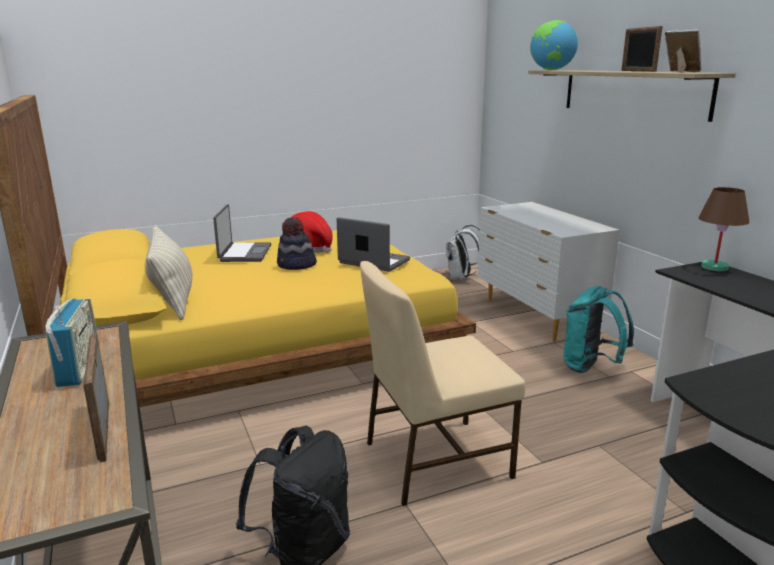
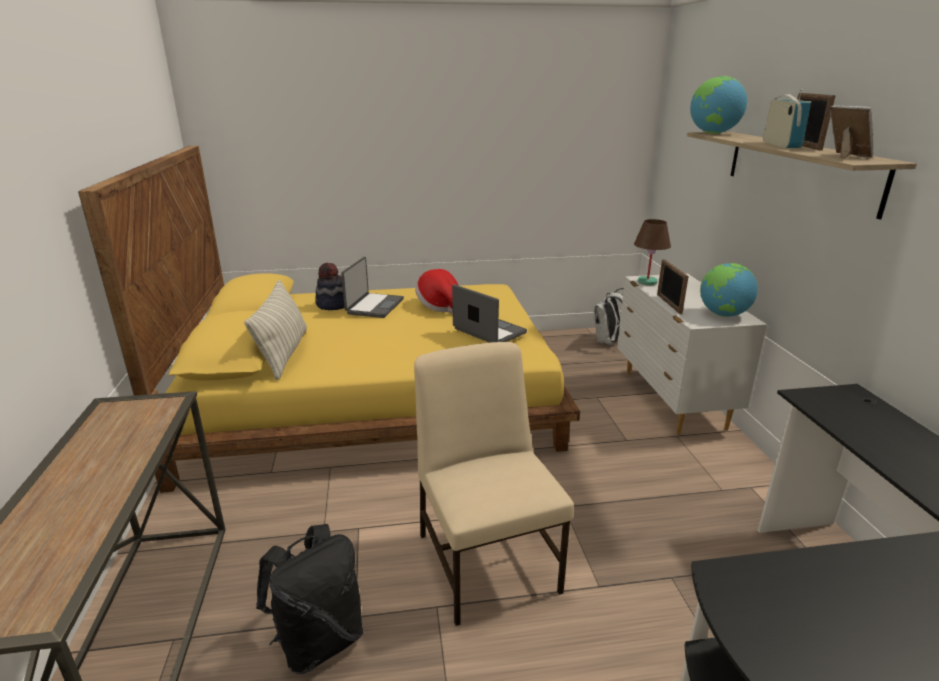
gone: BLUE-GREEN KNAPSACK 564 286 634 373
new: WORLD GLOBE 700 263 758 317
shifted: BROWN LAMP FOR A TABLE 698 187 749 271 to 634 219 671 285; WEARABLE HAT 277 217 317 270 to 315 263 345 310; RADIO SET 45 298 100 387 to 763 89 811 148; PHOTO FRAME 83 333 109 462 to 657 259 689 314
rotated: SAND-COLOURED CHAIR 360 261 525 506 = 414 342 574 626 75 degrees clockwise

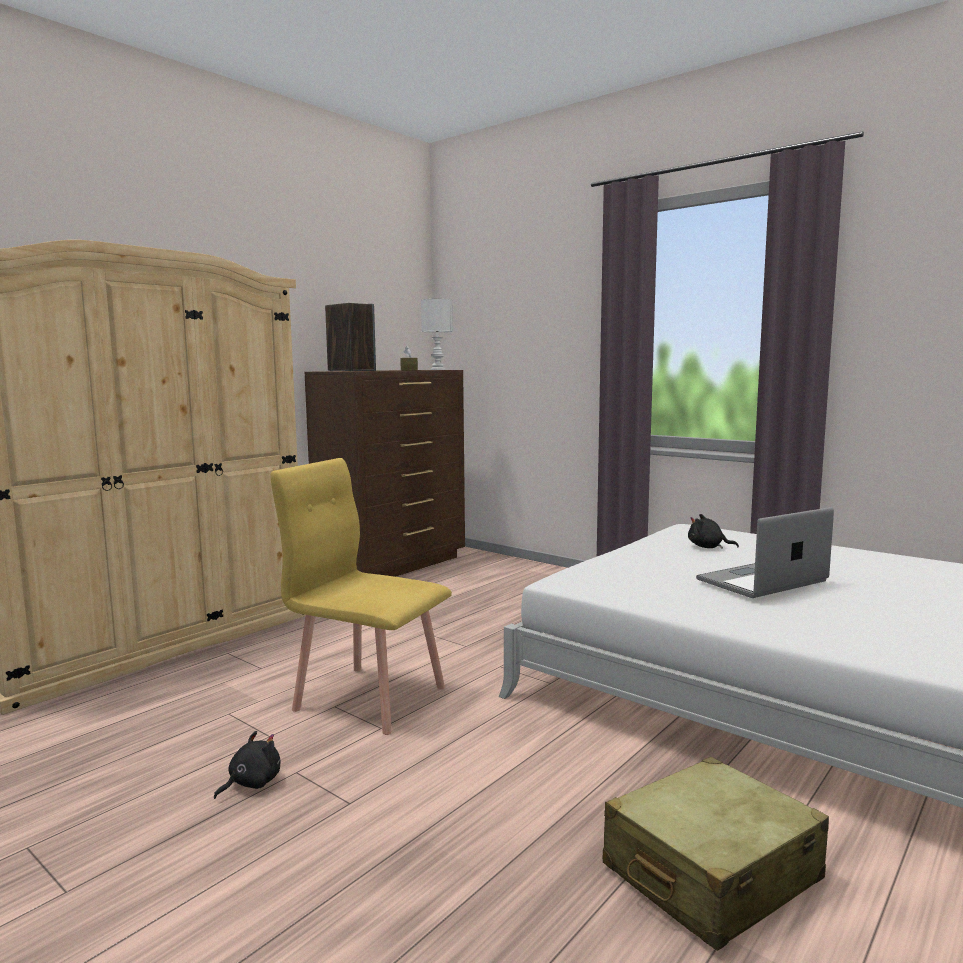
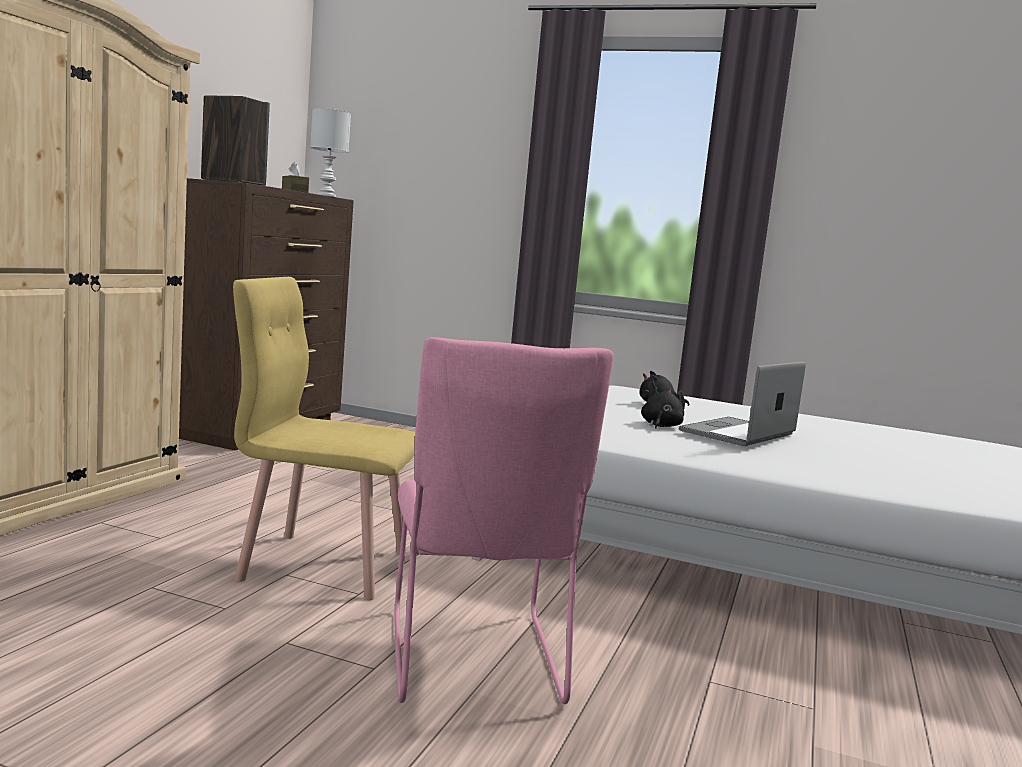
gone: SAND-COLOURED TRAVEL CASE 603 757 829 951
new: PINKISH CHAIR 394 337 614 704
shifted: BLACK SOFT TOY 214 731 281 799 to 641 387 685 429

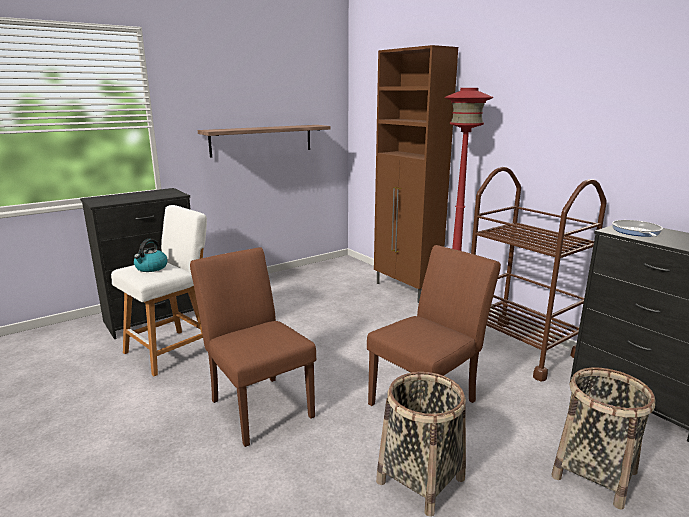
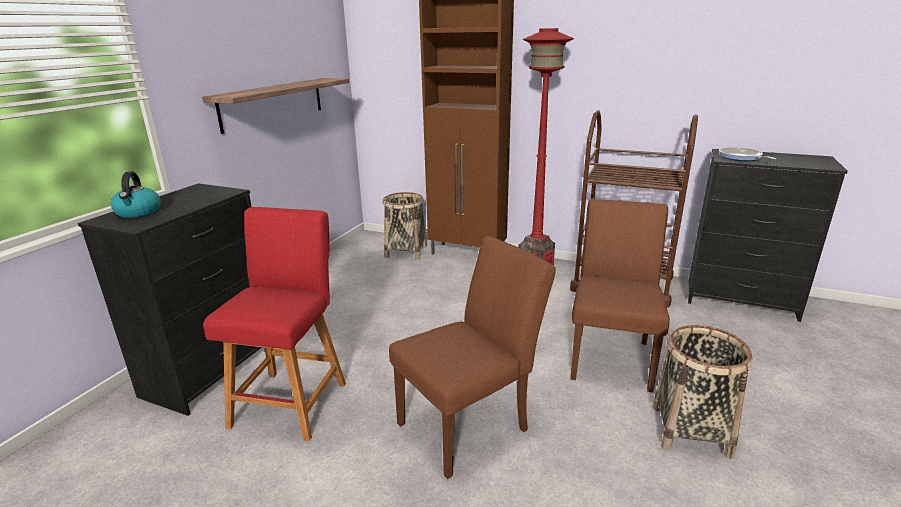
shifted: TEA KETTLE 134 239 167 272 to 111 171 161 218; HOUSEHOLD BASKET 552 368 655 510 to 383 192 427 260
repainted: WHITE-COLOURED STOOL SEAT 111 205 207 376 to RED-COLOURED STOOL SEAT 203 207 346 441
rotated: BROWN CHAIR 190 247 316 447 = 389 236 556 479 120 degrees clockwise

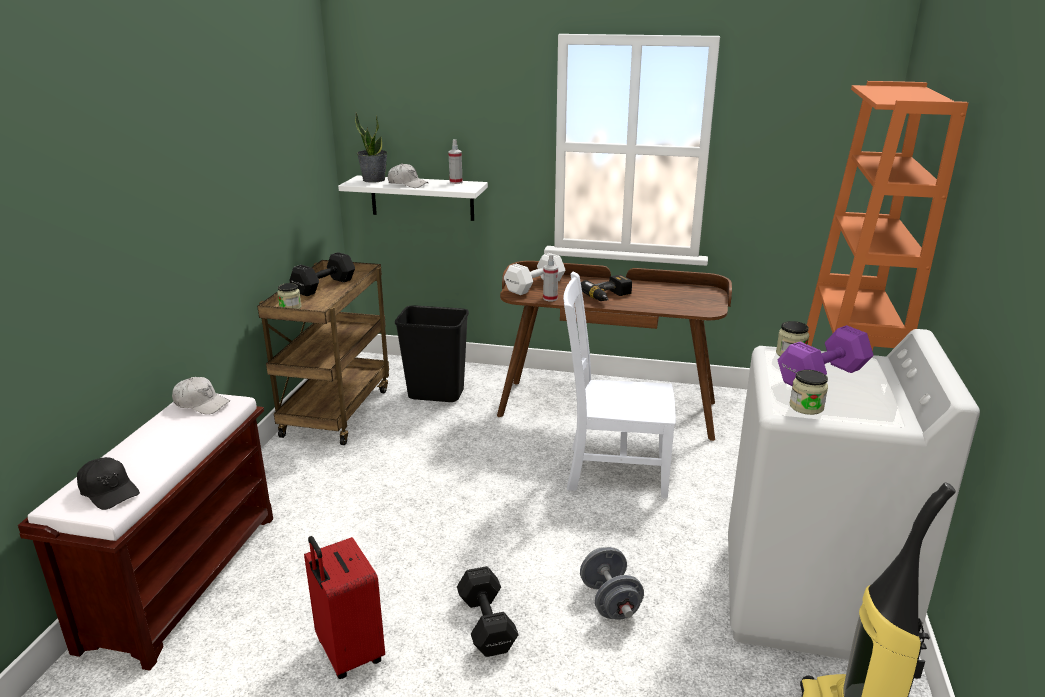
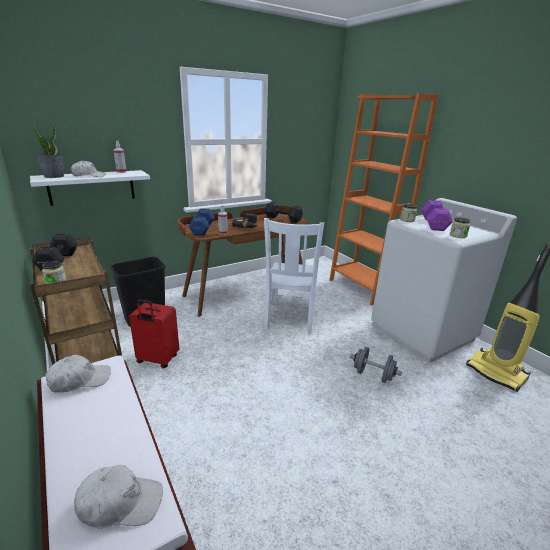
shifted: RED-COLOURED TRAVEL CASE 304 536 385 679 to 129 299 179 368; BLACK HAND WEIGHT 457 566 519 657 to 265 202 303 223
repainted: WHITE-COLOURED HAND WEIGHT 504 253 566 295 to BLUISH HAND WEIGHT 189 209 215 236; BLACK BASEBALL CAP 77 457 140 510 to WHITE-COLOURED BASEBALL CAP 74 465 163 529
rotated: WHITE-COLOURED CHAIR 563 272 675 499 = 264 218 324 334 45 degrees counterclockwise

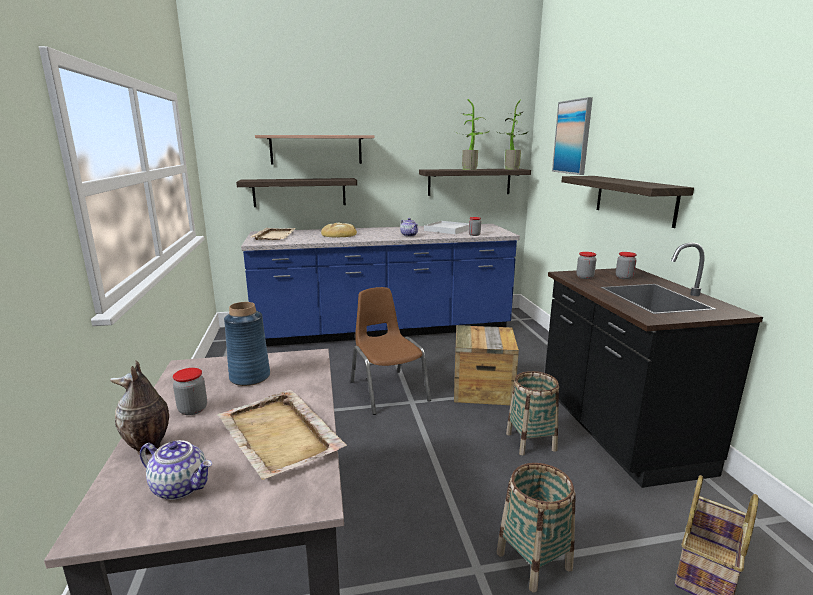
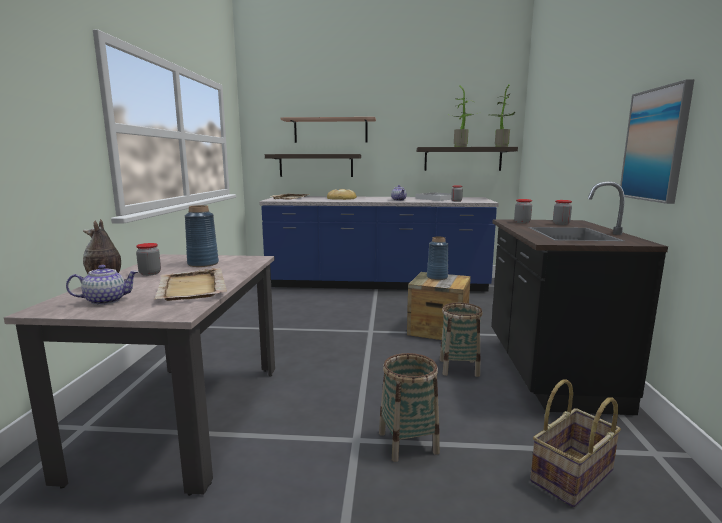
gone: WALL SHELF 561 176 694 228; BROWN CHAIR 351 287 431 415
new: BLUISH DECORATIVE VASE 427 237 448 280
shifted: PICTURE 552 97 593 175 to 619 79 695 204
rotated: TEAPOT 140 440 212 500 = 66 265 139 305 60 degrees counterclockwise

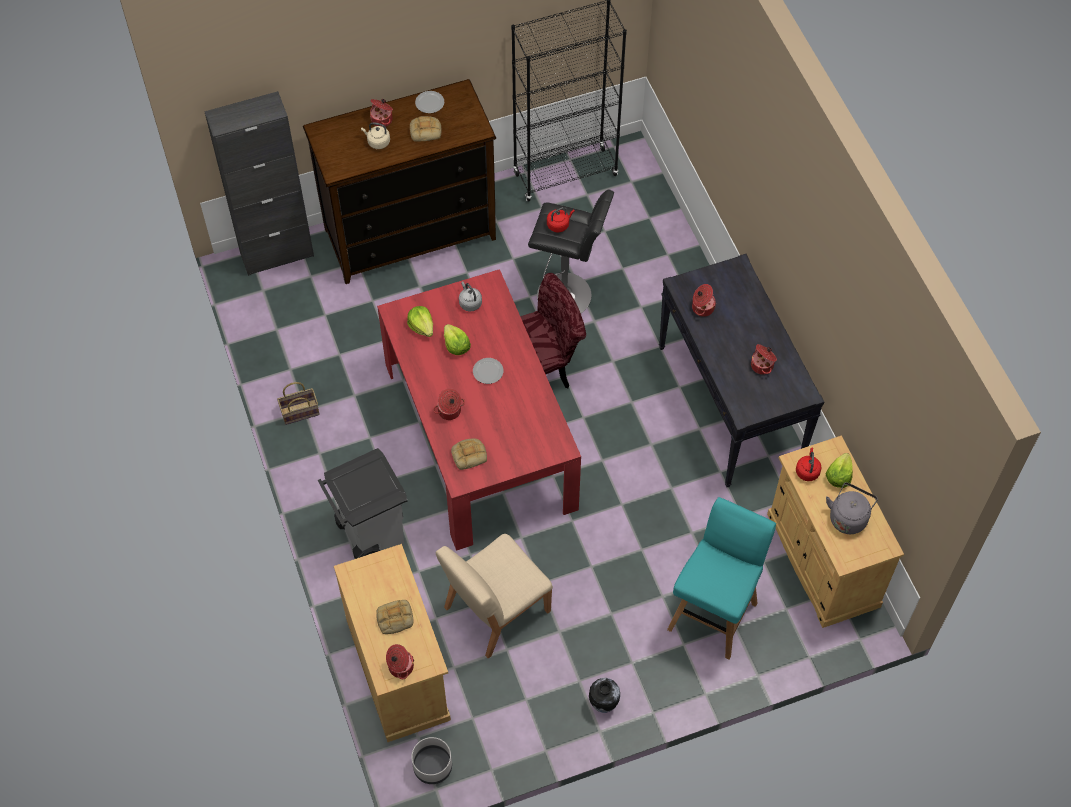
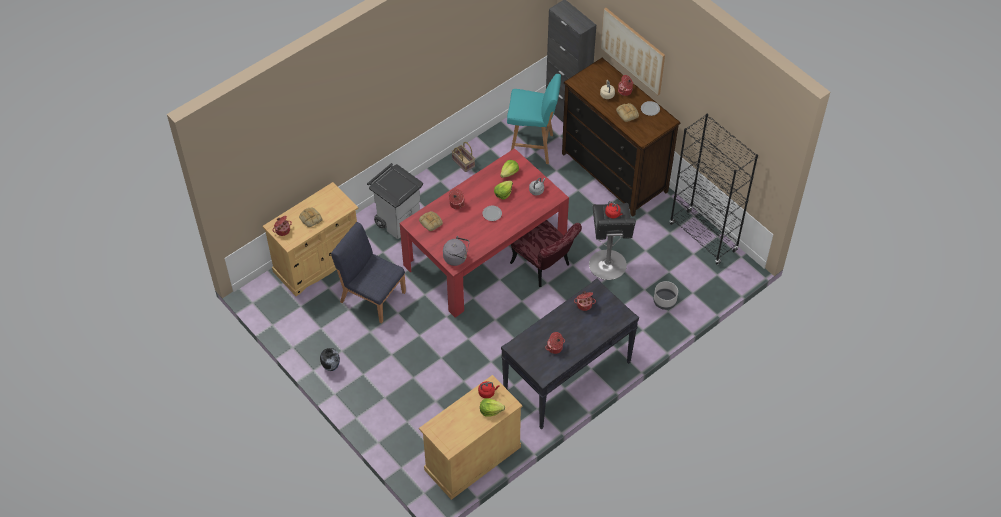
new: PICTURE 601 8 665 95
shifted: GREYISH TEA KETTLE 826 482 878 534 to 443 236 469 266; BLUE-GREEN STOOL SEAT 667 497 776 660 to 507 74 561 164; GREYISH PLANT POT 411 737 452 784 to 654 281 678 310
repainted: SAND-COLOURED CHAIR 436 534 553 659 to BLUISH CHAIR 331 222 406 324

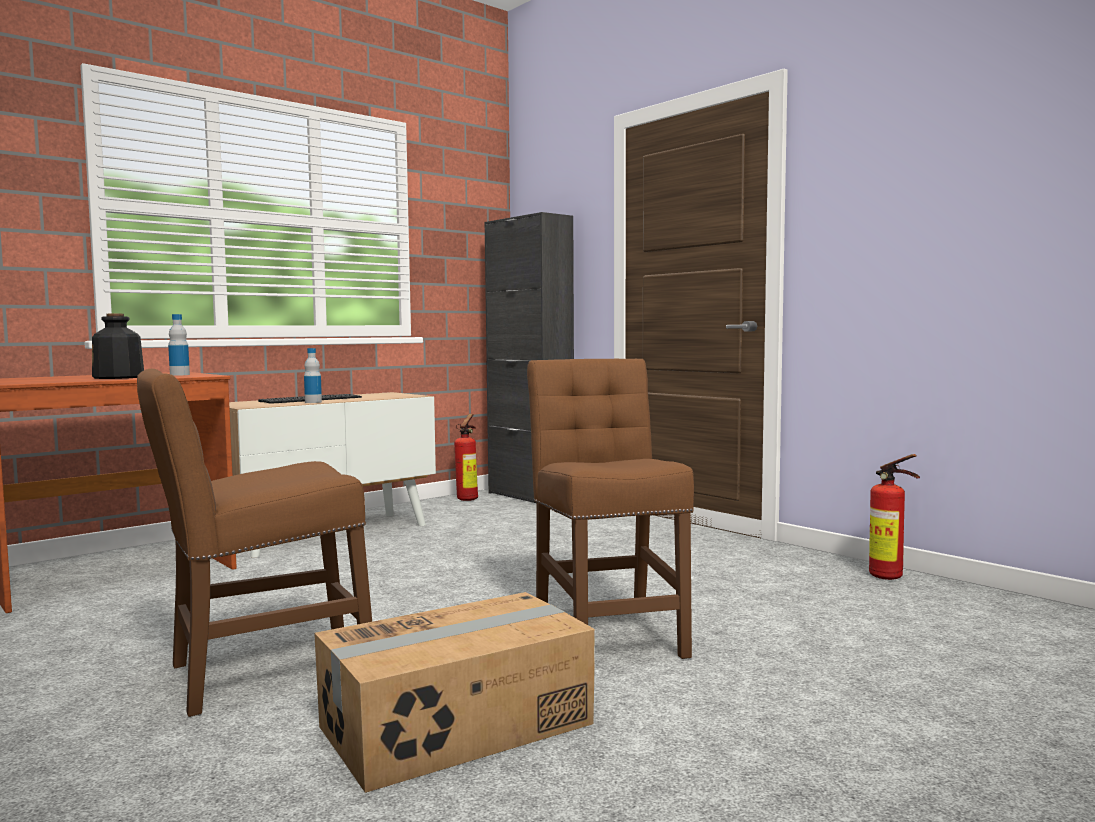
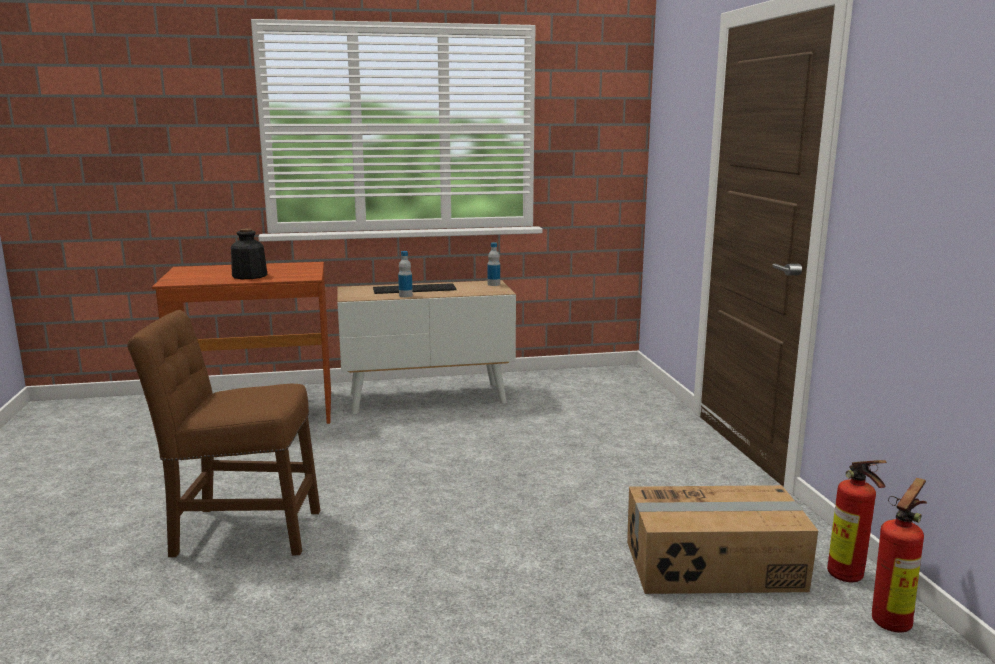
gone: BLACK STORAGE CABINET 485 212 574 503; BROWN CHAIR 527 359 694 659
shifted: DRINK BOTTLE 168 314 190 376 to 488 242 500 286; FIRE-FIGHTING CYLINDER 454 414 478 501 to 872 478 927 632; CARTON 314 592 595 793 to 627 485 818 594

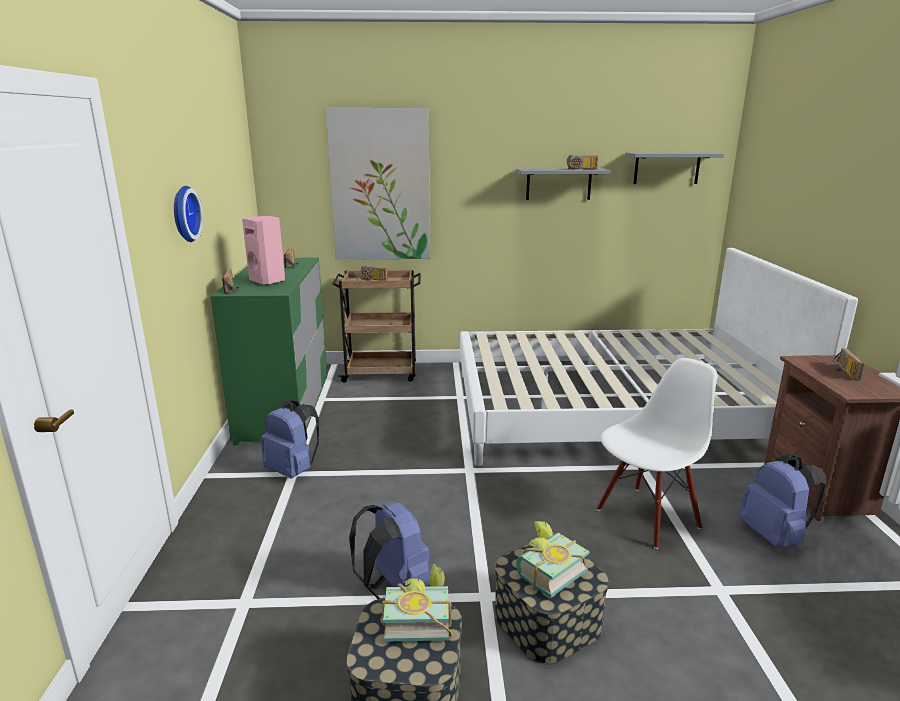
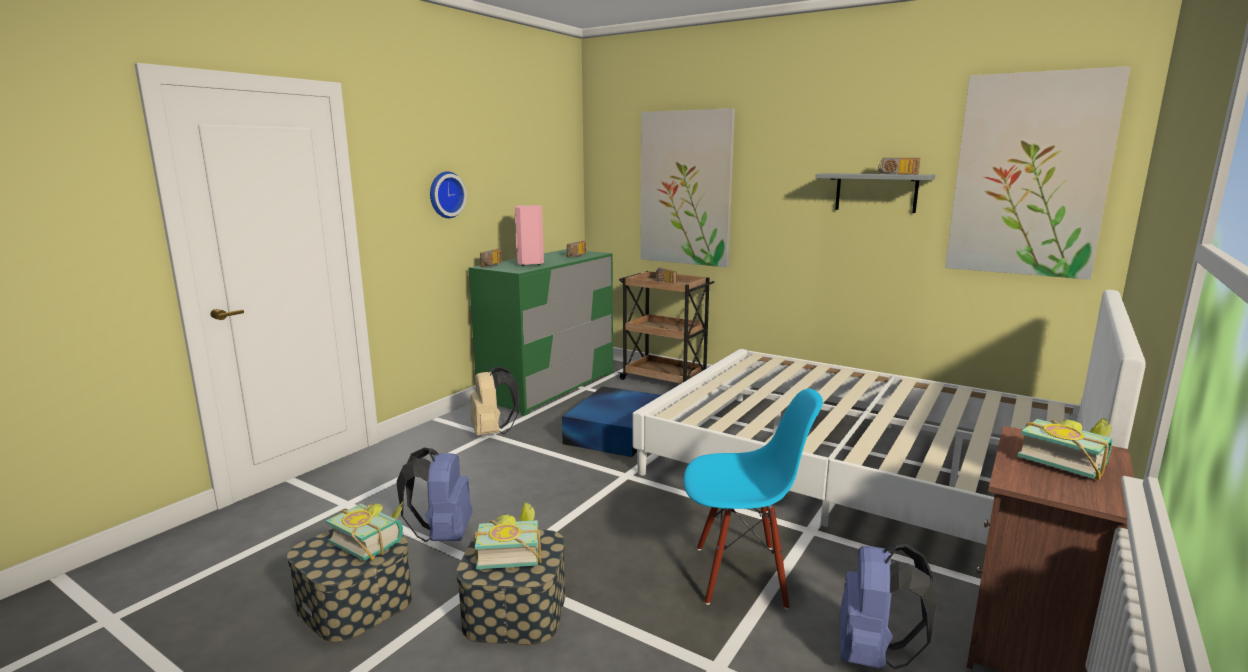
new: BLUISH STORAGE CONTAINER 562 386 661 457
swapped: GREYISH WALL SHELF 625 152 724 184 to PICTURE 945 66 1131 280; RADIO SET 832 348 864 381 to BOUND BOOK 1017 418 1112 480
repainted: WHITE-COLOURED CHAIR 597 358 717 549 to BLUISH CHAIR 684 389 823 610; BLUISH KNAPSACK 261 399 319 478 to SAND-COLOURED KNAPSACK 471 366 519 436

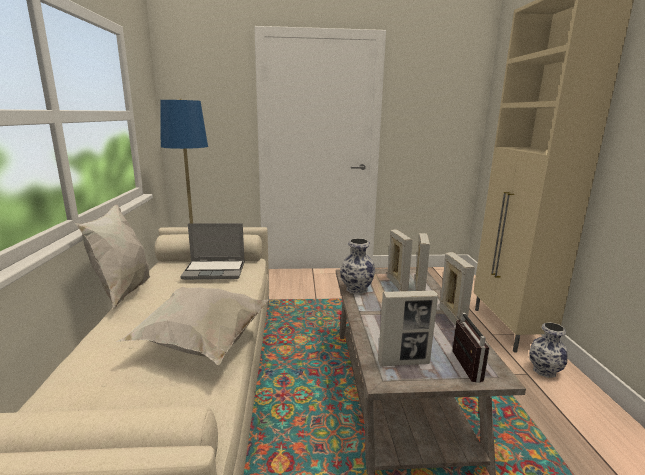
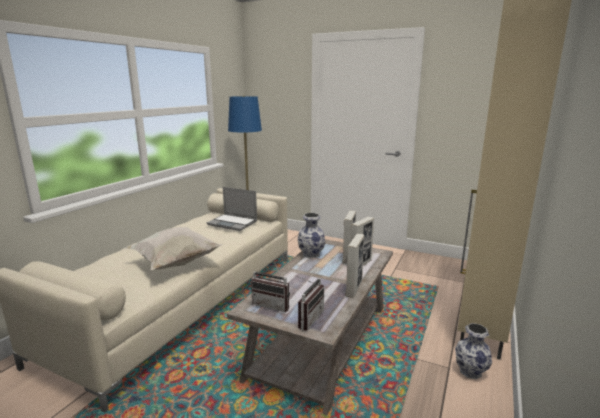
gone: WHITE-COLOURED THROW PILLOW 75 204 150 310
swapped: PHOTO FRAME 378 290 438 366 to RADIO SET 251 261 290 312

